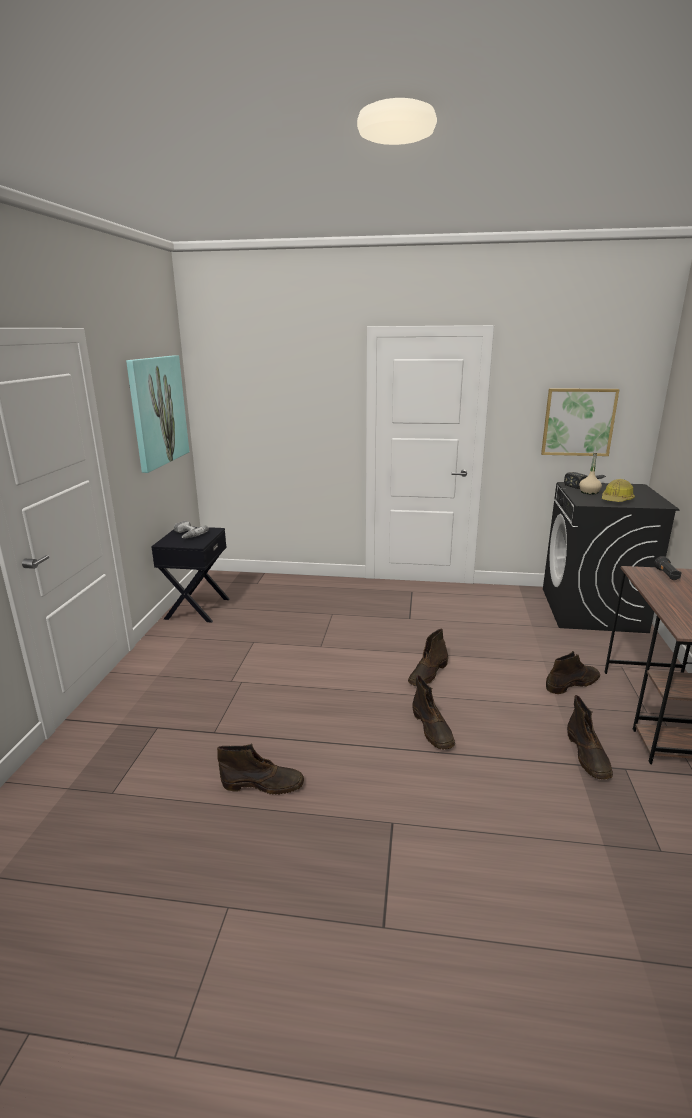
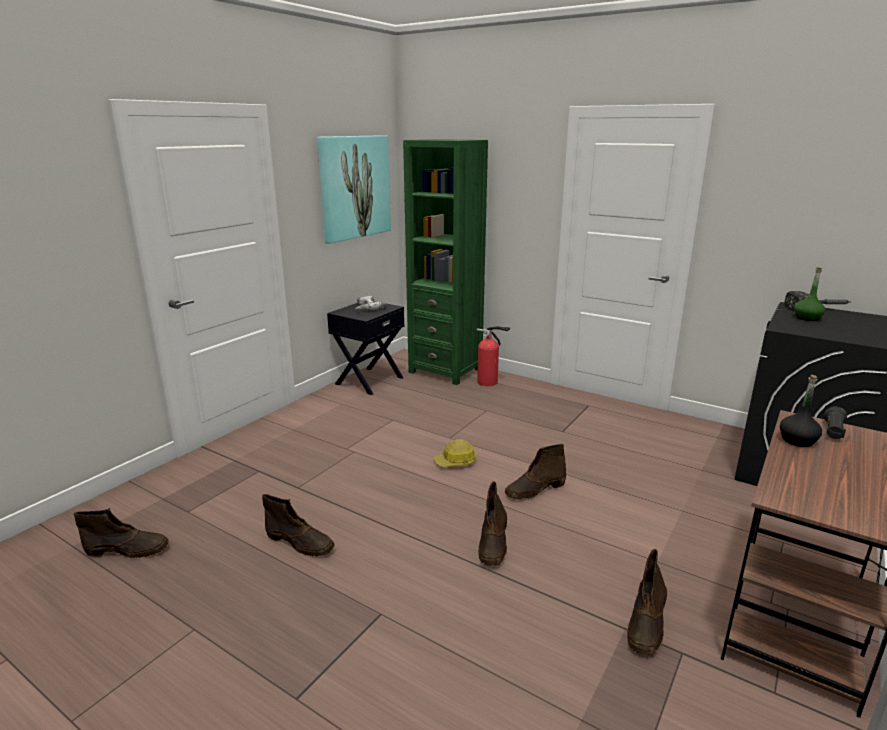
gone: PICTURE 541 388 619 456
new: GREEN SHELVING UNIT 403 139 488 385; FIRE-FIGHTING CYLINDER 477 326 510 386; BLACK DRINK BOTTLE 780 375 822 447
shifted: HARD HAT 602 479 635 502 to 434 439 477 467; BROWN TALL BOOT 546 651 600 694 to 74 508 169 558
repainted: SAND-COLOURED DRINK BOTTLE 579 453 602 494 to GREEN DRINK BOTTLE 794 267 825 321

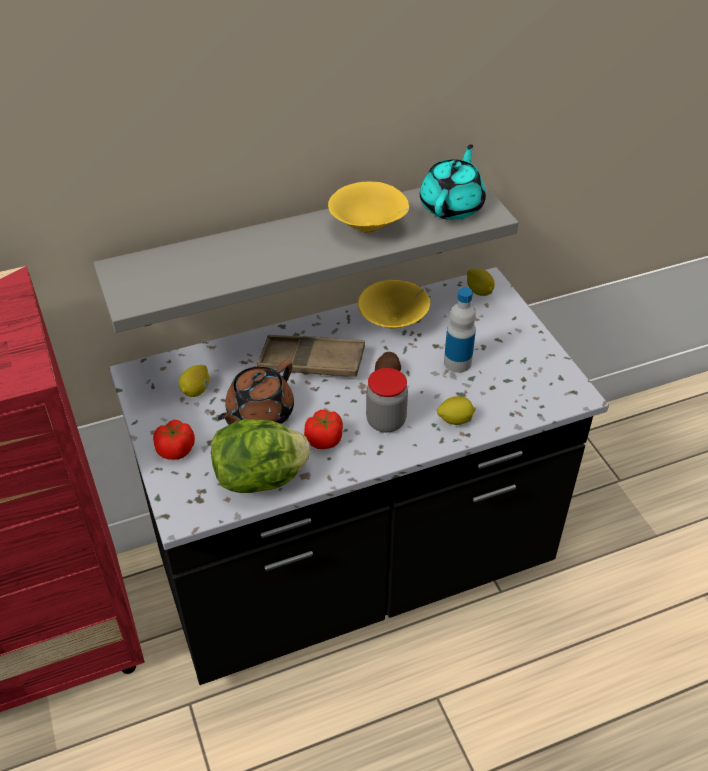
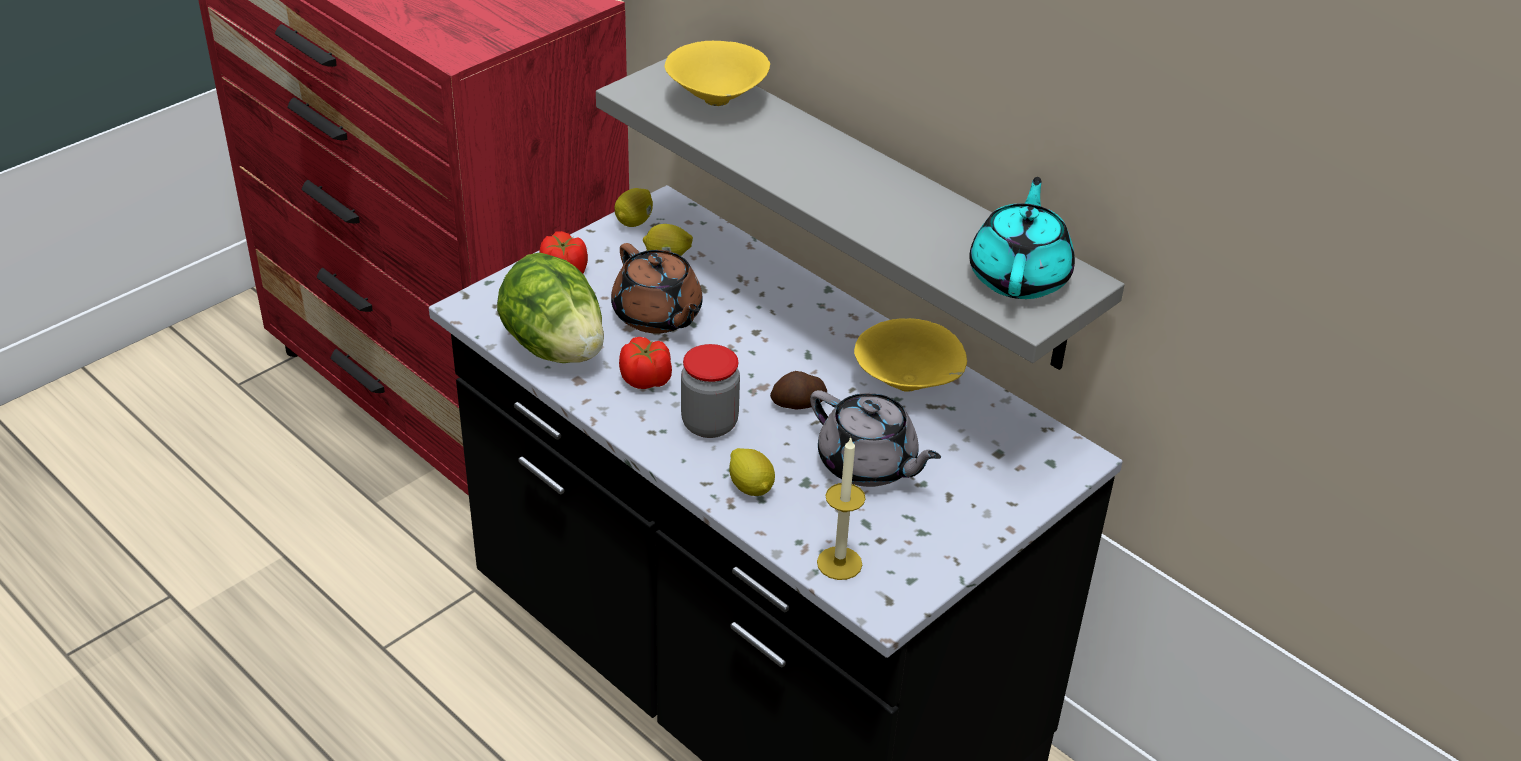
gone: BROWN TRAY 257 335 365 377
new: WAX CANDLE 817 436 866 580
shifted: YELLOW-COLOURED BOWL 328 181 409 233 to 665 41 770 106; LEMON 467 269 495 296 to 615 188 653 227
swapped: DRINK BOTTLE 444 287 476 373 to GREYISH TEAPOT 810 390 941 487
rotated: BLUE-GREEN TEAPOT 420 144 486 220 = 969 177 1075 299 75 degrees counterclockwise; BROWN TEAPOT 218 360 294 425 = 611 243 703 334 135 degrees counterclockwise

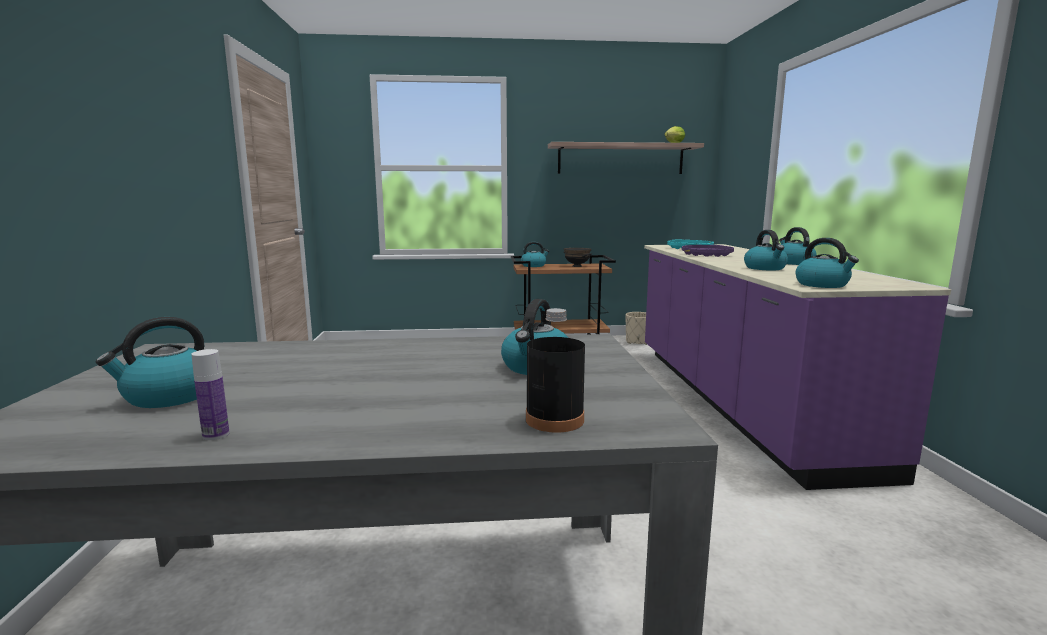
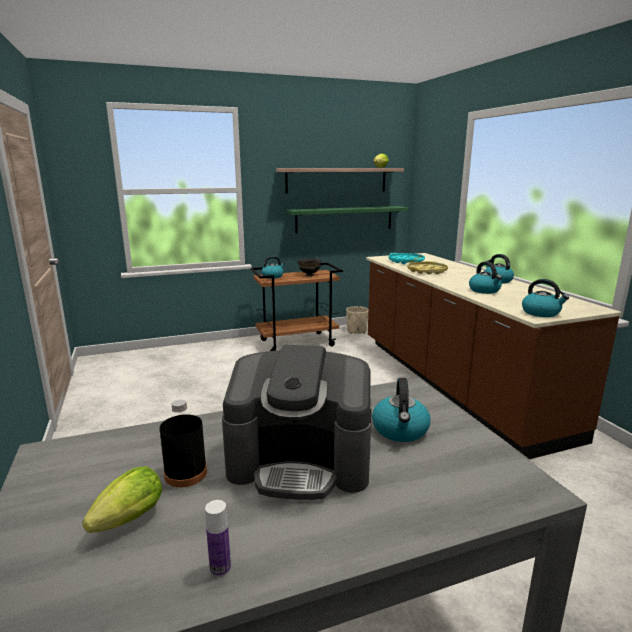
new: GREEN WALL SHELF 287 206 408 233; COFFEE MACHINE 222 345 372 500
shifted: BLACK DRINK BOTTLE 526 308 585 433 to 160 400 207 487
swapped: TEA KETTLE 96 317 204 408 to HEAD OF LETTUCE 82 467 162 533
repainted: PURPLISH KITCHEN COUNTER 644 244 951 490 to BROWN KITCHEN COUNTER 366 253 621 459; PURPLISH TRAY 682 245 734 257 to YELLOW-COLOURED TRAY 407 261 448 275

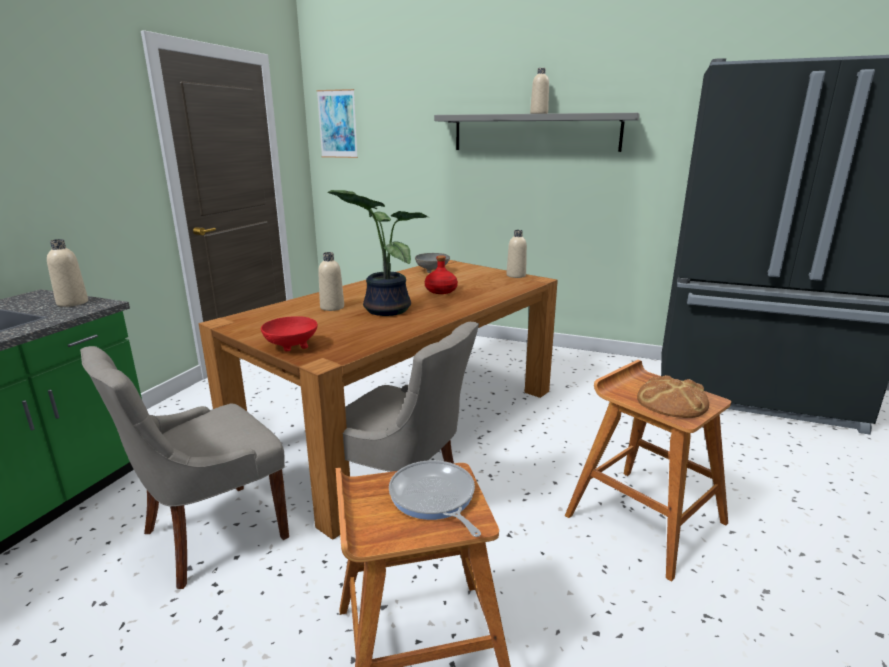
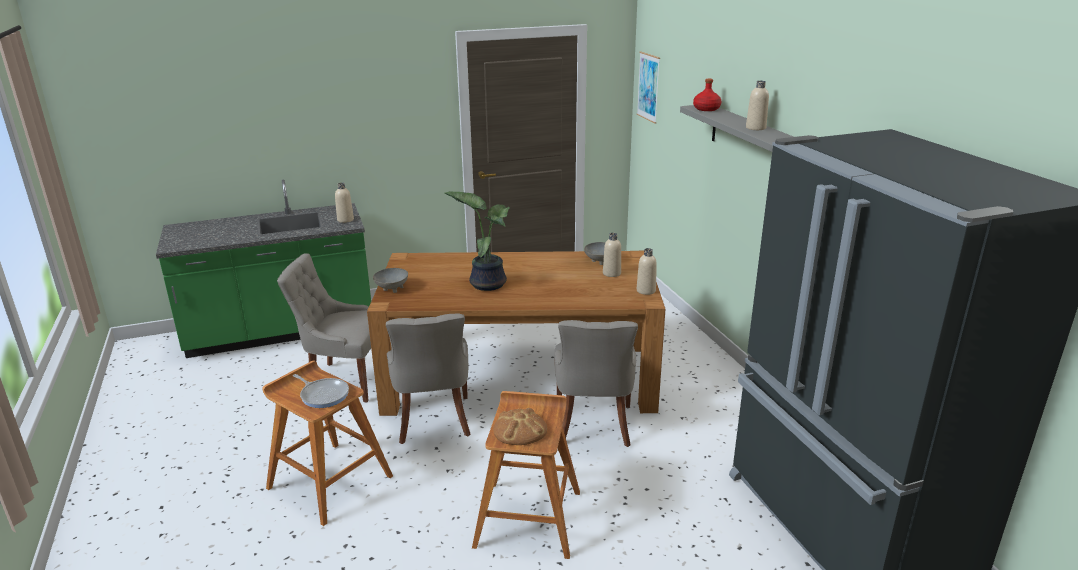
new: GREYISH CHAIR 554 320 638 447
shifted: SAND-COLOURED DRINK BOTTLE 318 252 344 311 to 603 233 621 277; RED-COLOURED DRINK BOTTLE 425 255 458 294 to 693 79 722 111
repainted: RED-COLOURED BOWL 261 316 317 351 to GREYISH BOWL 373 268 408 293
rotated: SKILLET 389 460 481 537 = 293 374 349 408 105 degrees clockwise

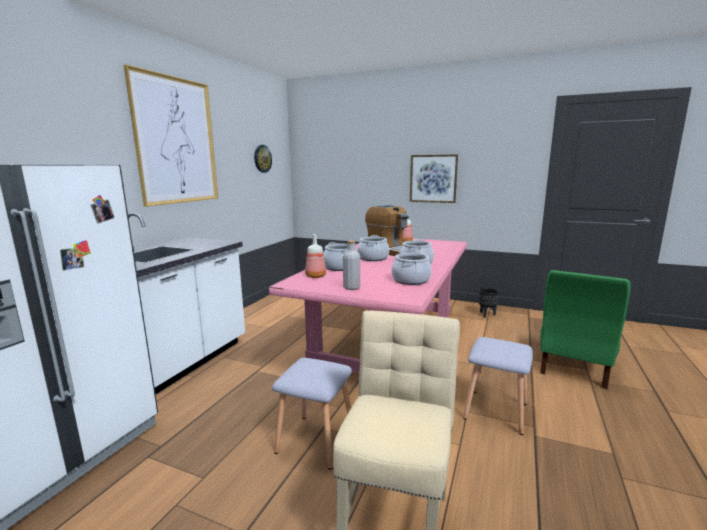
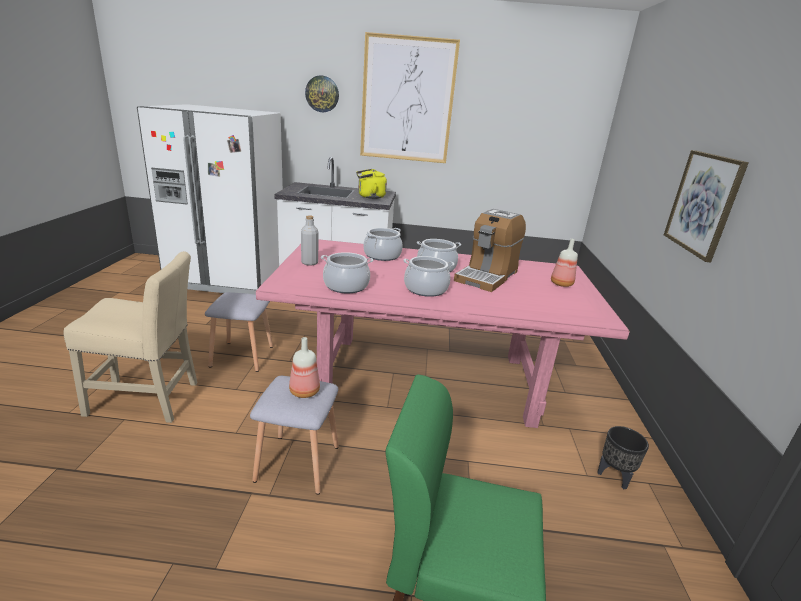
new: YELLOW-COLOURED TEA KETTLE 356 169 387 199
shifted: WALL CLOCK 254 145 272 173 to 305 75 339 112; DRINK BOTTLE 305 234 326 278 to 289 337 320 398

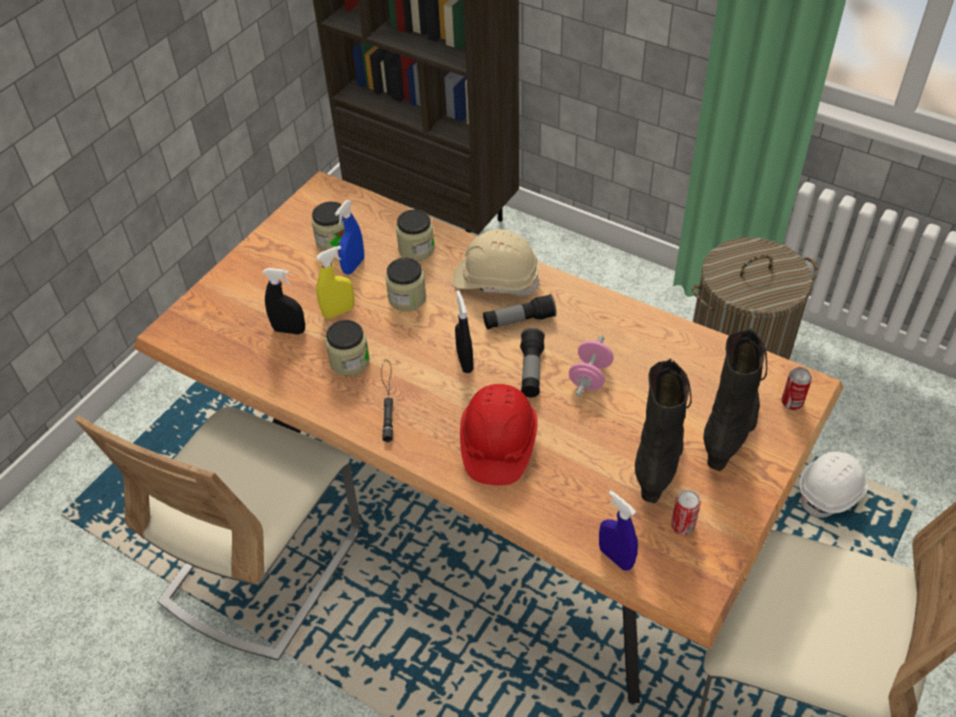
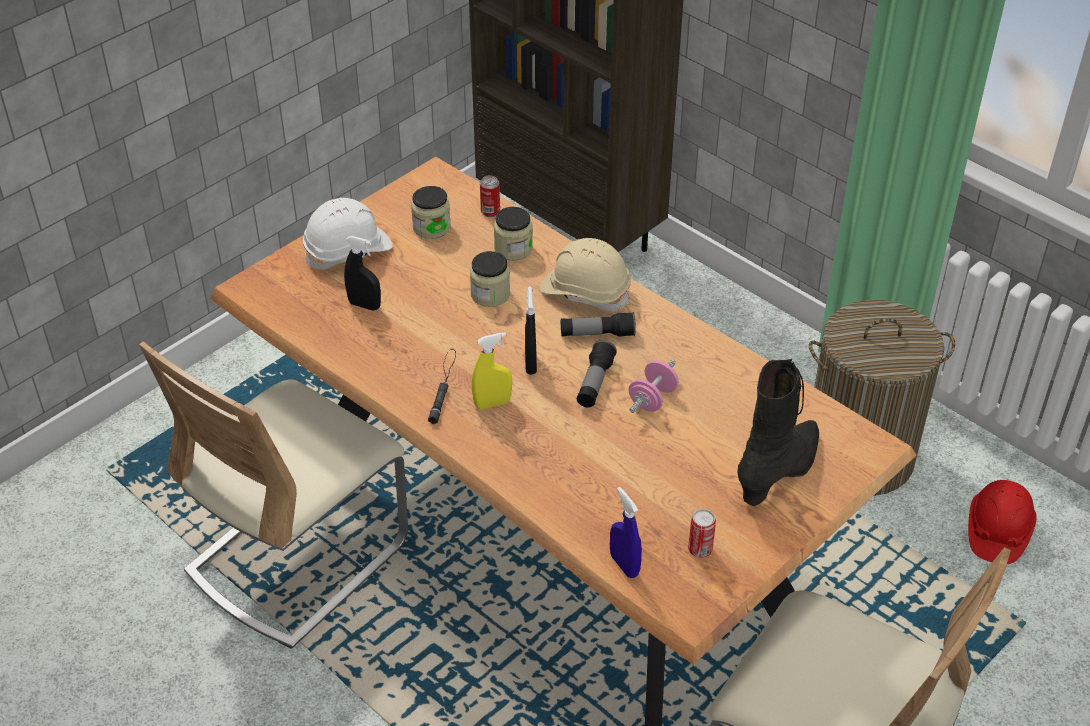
gone: BLUISH SPRAYER 335 200 364 275; JAR 325 320 370 376; BLACK TALL BOOT 635 358 692 503
shifted: YELLOW-COLOURED SPRAYER 316 246 354 319 to 471 332 512 409; CAN 782 367 812 410 to 480 175 500 217; RED-COLOURED HARD HAT 460 384 538 485 to 968 480 1037 564; WHITE-COLOURED HARD HAT 799 452 868 518 to 303 198 393 270

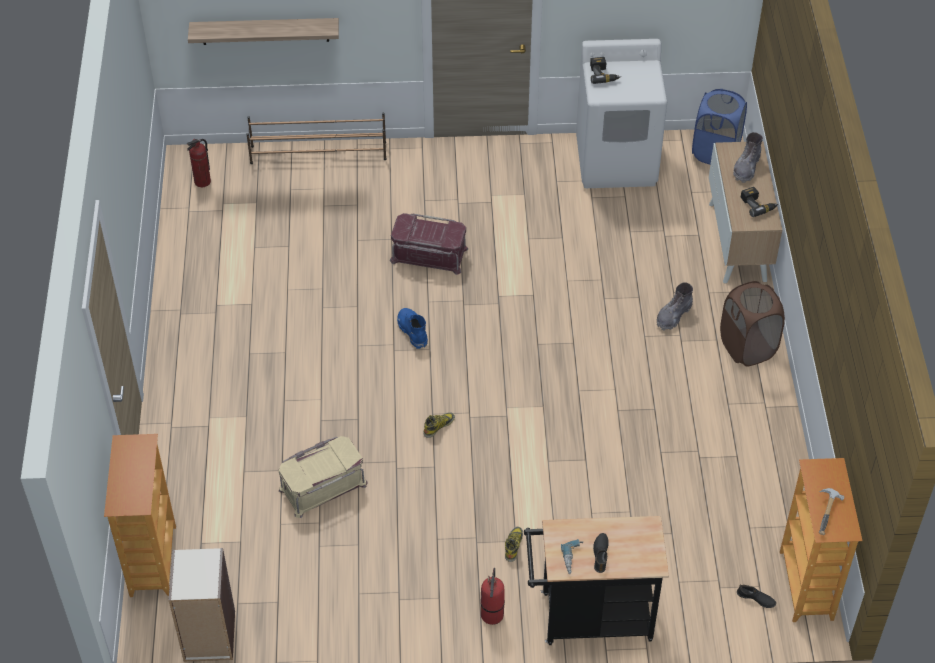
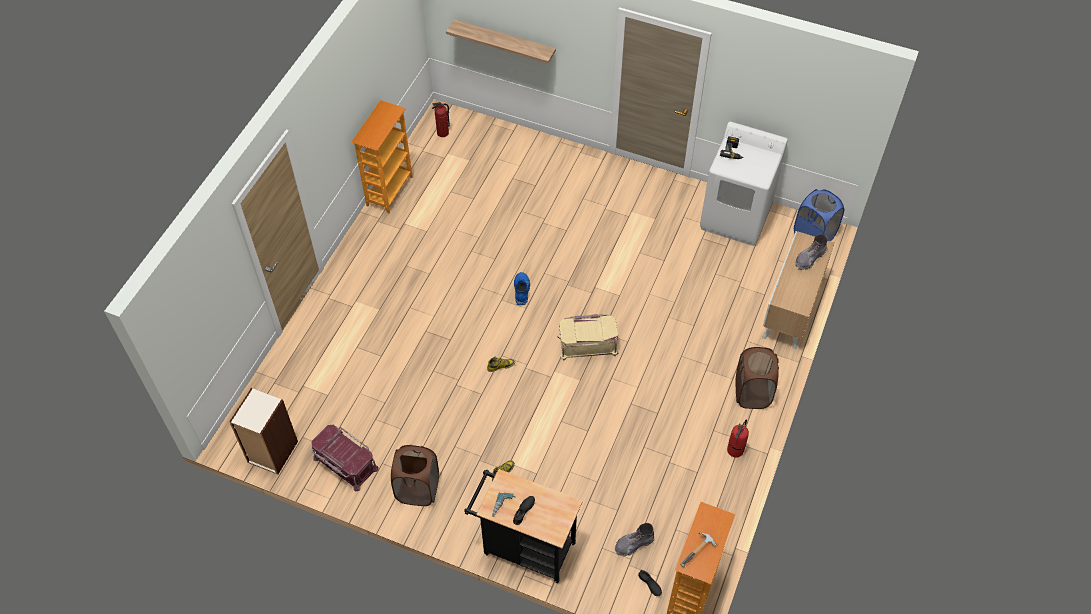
gone: BROWN SHOE SHELF 247 112 387 164; DRILL 741 187 778 217
new: BROWN HAMPER 391 445 439 506
shifted: RED-COLOURED STORAGE CONTAINER 390 213 468 275 to 312 425 379 491; GREYISH TALL BOOT 657 282 693 331 to 615 523 655 556; SHELVING UNIT 104 434 176 597 to 351 100 413 214; SAND-COLOURED STORAGE CONTAINER 278 436 368 518 to 557 314 618 361; FIRE-FIGHTING CYLINDER 480 568 505 625 to 727 419 749 458

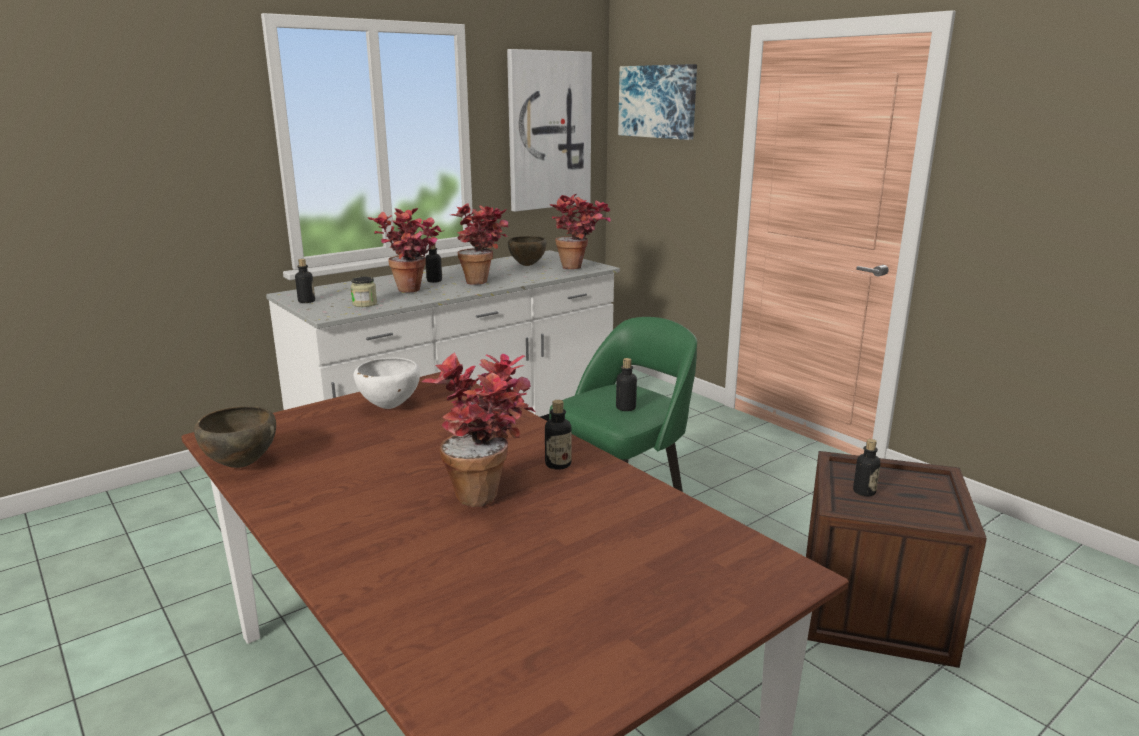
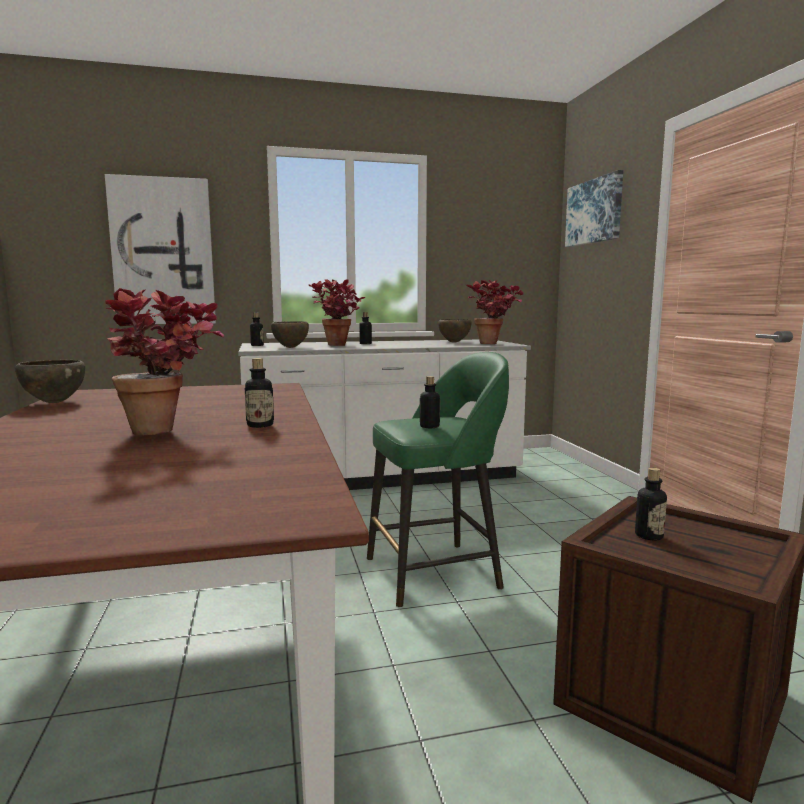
gone: HOUSEPLANT 451 203 509 285; WHITE-COLOURED BOWL 353 358 420 409
shifted: PICTURE 507 49 592 212 to 105 174 216 324
swapped: JAR 350 277 377 307 to BROWN BOWL 271 321 309 348

